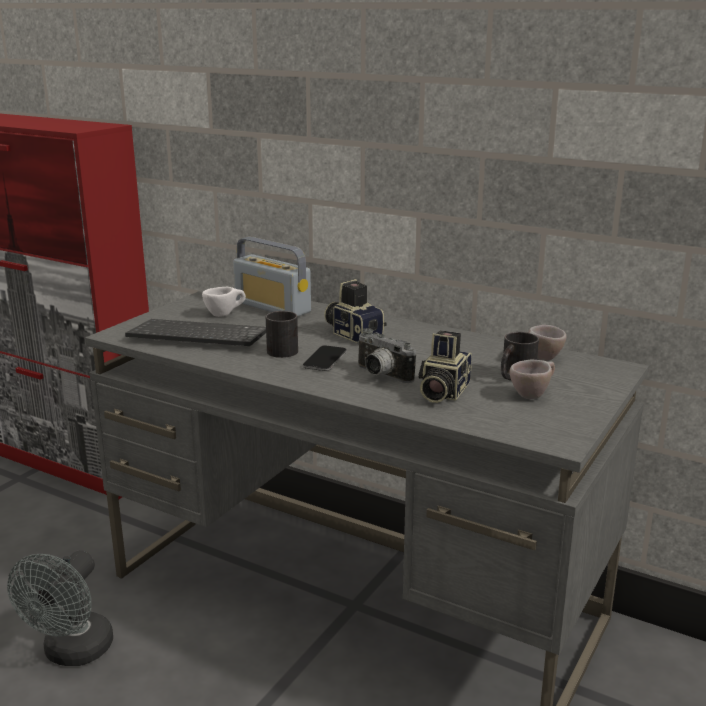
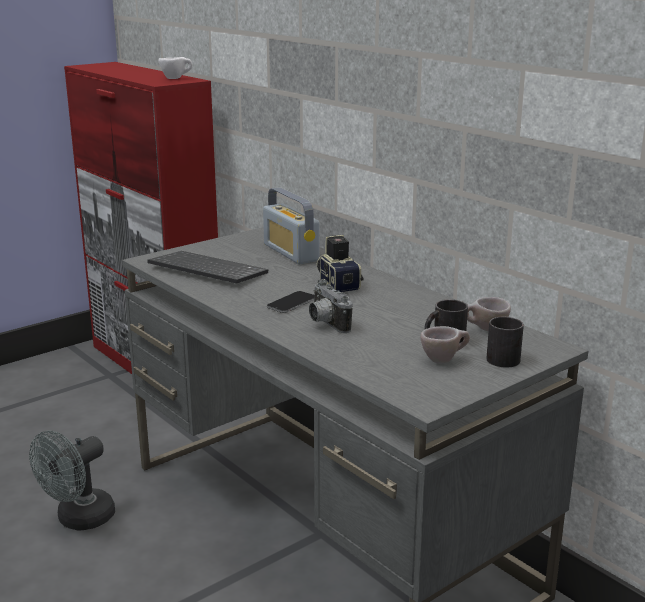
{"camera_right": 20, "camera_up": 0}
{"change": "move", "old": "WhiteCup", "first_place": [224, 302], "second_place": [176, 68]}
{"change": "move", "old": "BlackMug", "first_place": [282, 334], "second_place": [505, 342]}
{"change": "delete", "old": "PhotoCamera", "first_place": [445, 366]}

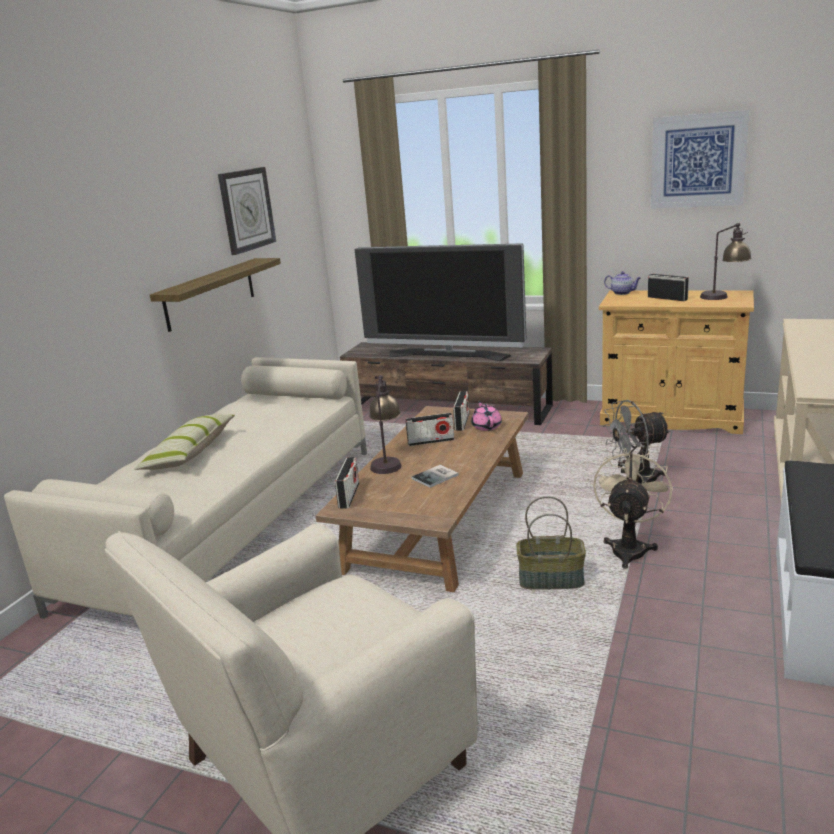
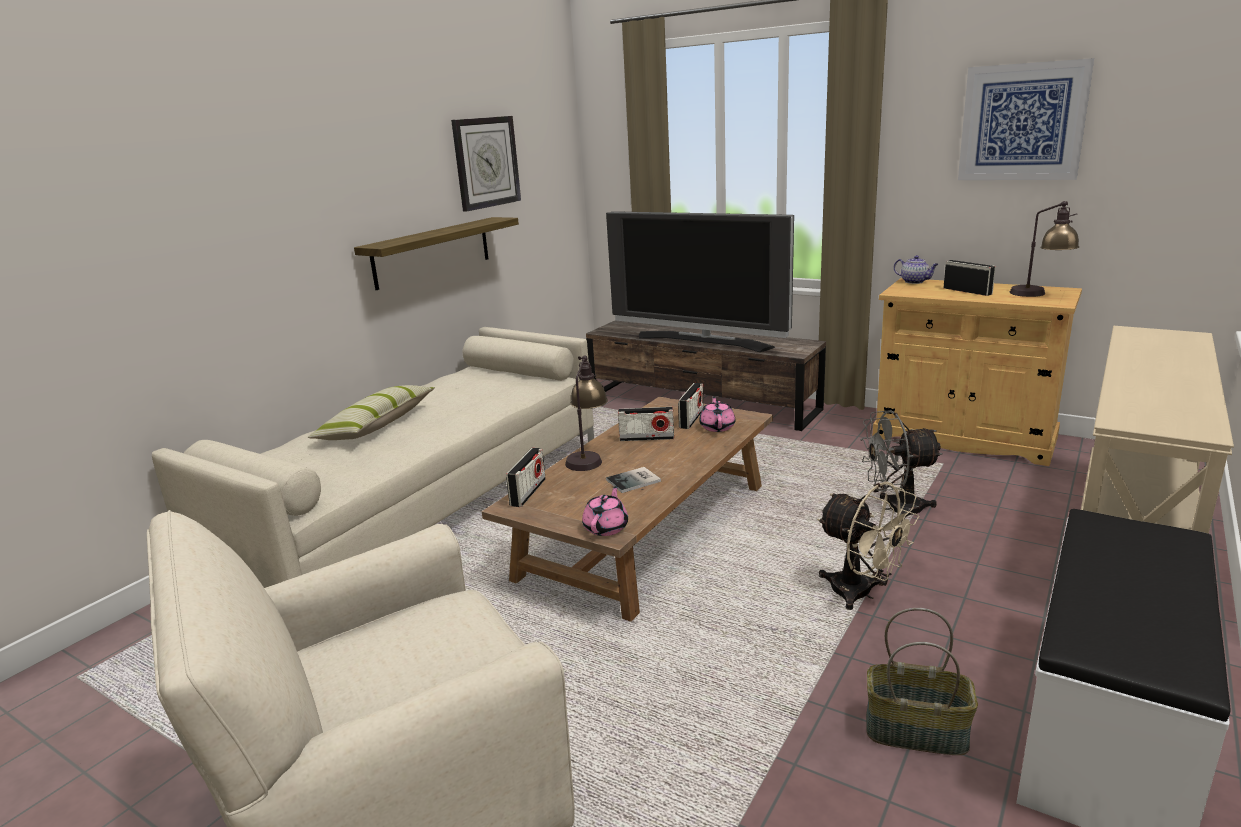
{"camera_right": 10, "camera_up": 0}
{"change": "move", "old": "Basket", "first_place": [551, 543], "second_place": [922, 681]}
{"change": "rotate", "old": "BeigeFan", "first_place": [633, 508], "second_place": [868, 546], "degrees": 105}
{"change": "insert", "new": "PinkTeapot", "second_place": [605, 510]}

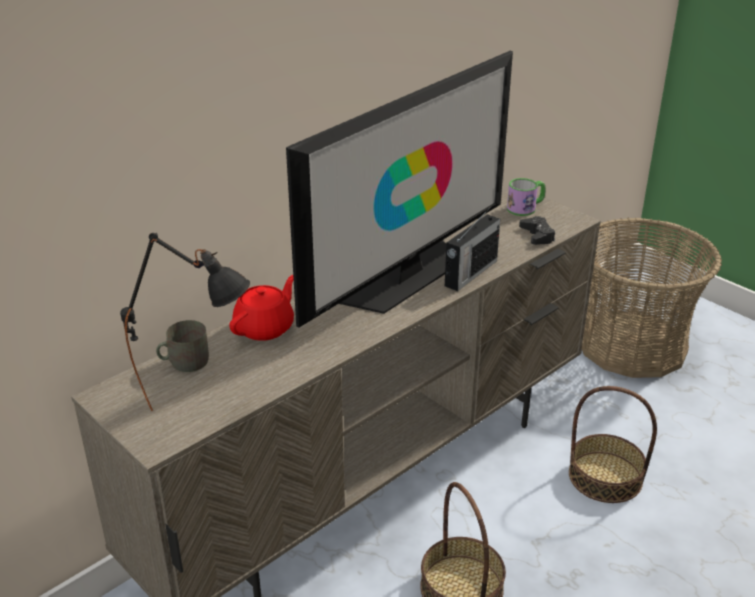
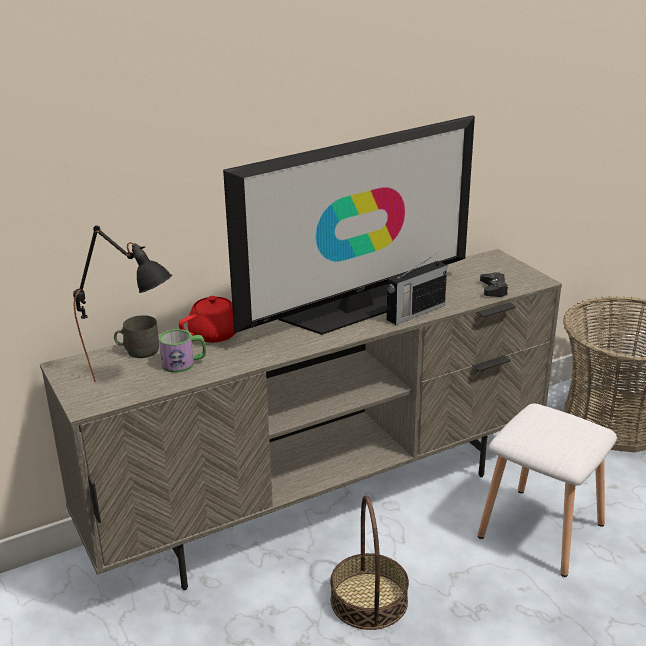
{"camera_right": 15, "camera_up": -5}
{"change": "move", "old": "Mug", "first_place": [526, 197], "second_place": [182, 351]}
{"change": "replace", "old": "Basket", "new": "WhiteStool", "first_place": [613, 444], "second_place": [547, 490]}

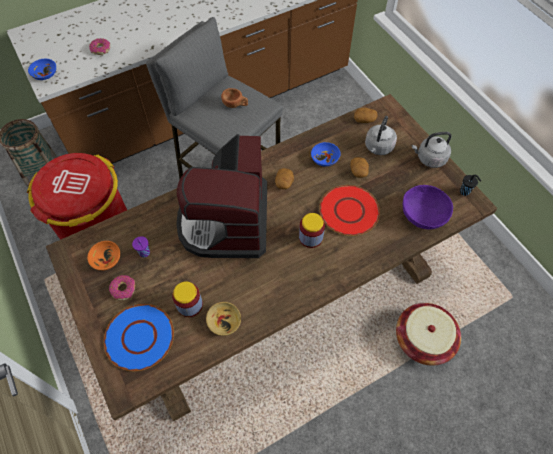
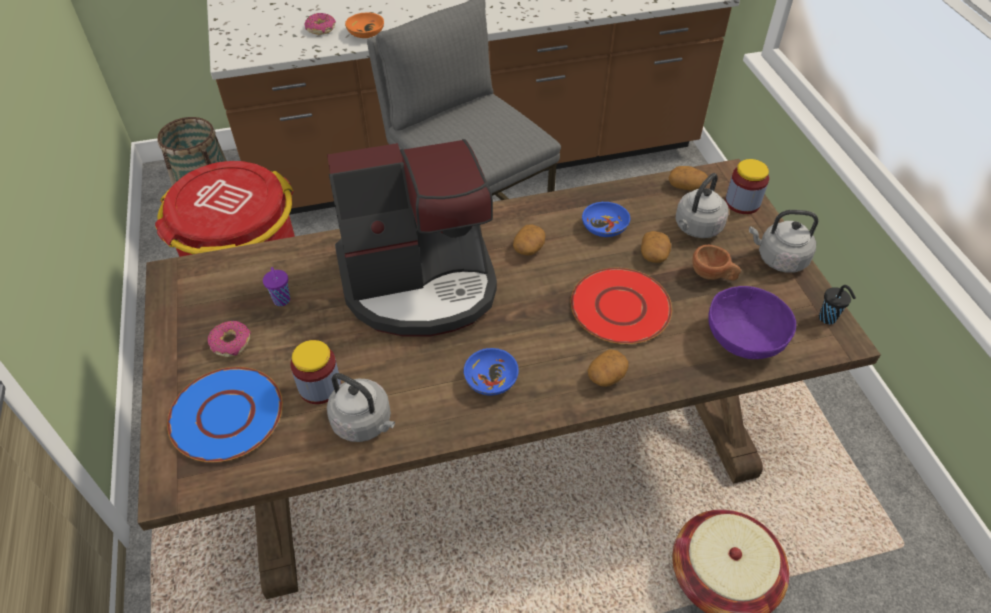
{"camera_right": 15, "camera_up": -10}
{"change": "move", "old": "BlueBowl", "first_place": [42, 69], "second_place": [491, 371]}
{"change": "move", "old": "OrangeBowl", "first_place": [103, 256], "second_place": [364, 25]}
{"change": "rotate", "old": "CoffeeMachine", "first_place": [221, 196], "second_place": [412, 237], "degrees": -120}
{"change": "replace", "old": "BeigeBowl", "new": "GreyKettle", "first_place": [223, 319], "second_place": [361, 407]}
{"change": "move", "old": "BrownCup", "first_place": [234, 98], "second_place": [716, 263]}
{"change": "move", "old": "Jar", "first_place": [312, 230], "second_place": [747, 186]}
{"change": "insert", "new": "Potato", "second_place": [608, 368]}

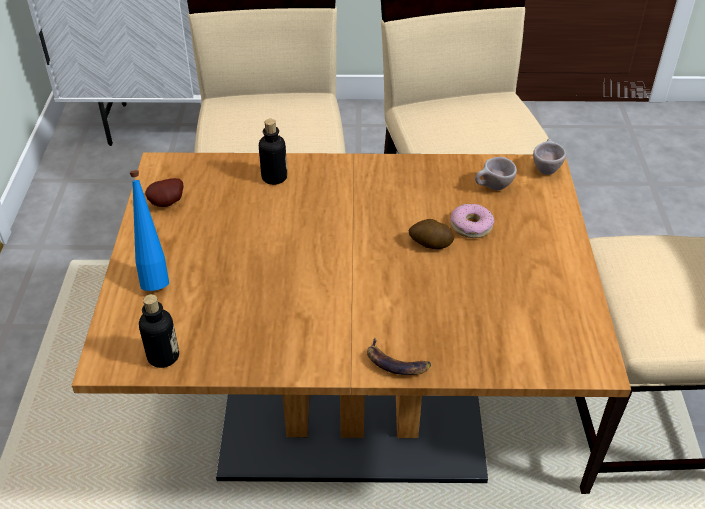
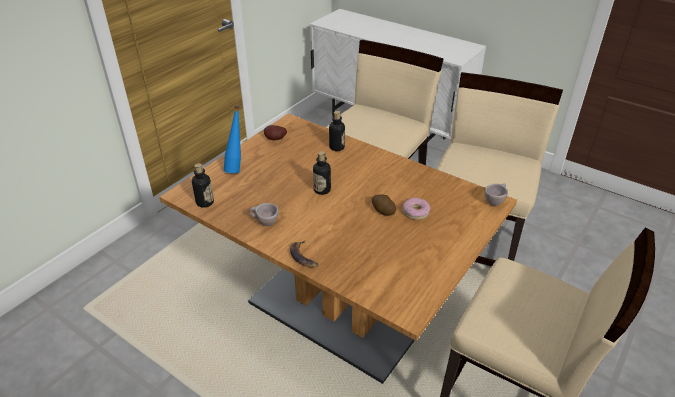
{"camera_right": 35, "camera_up": -5}
{"change": "move", "old": "BeigeCup", "first_place": [496, 173], "second_place": [264, 214]}
{"change": "insert", "new": "Bottle", "second_place": [322, 173]}

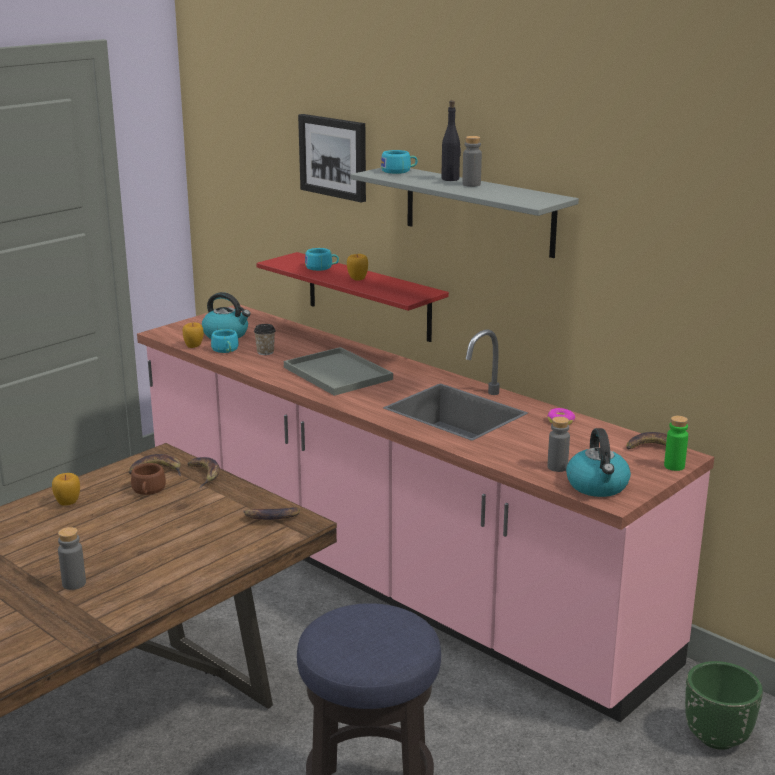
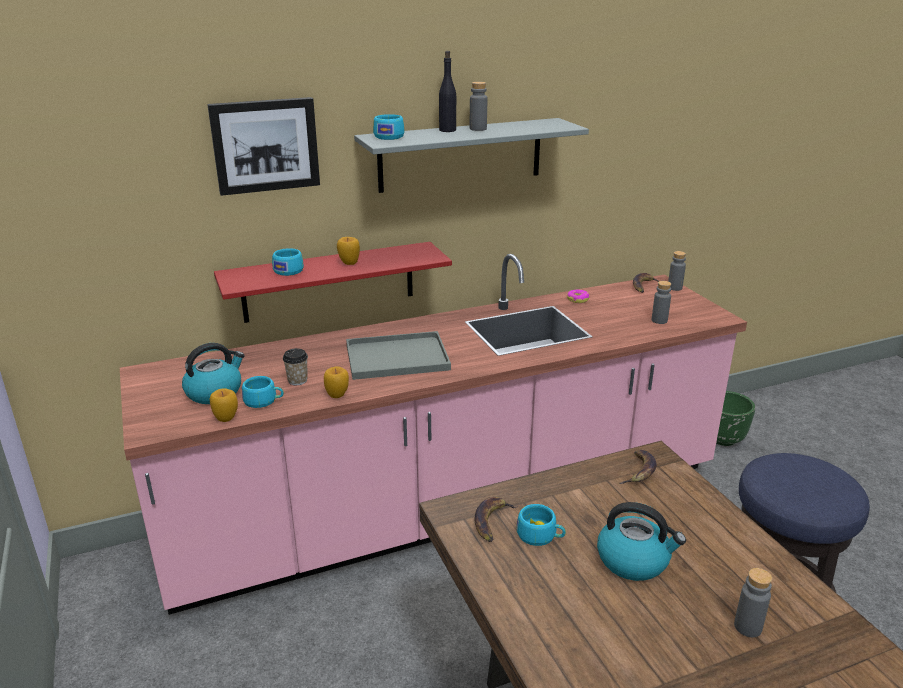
{"camera_right": -65, "camera_up": 5}
{"change": "move", "old": "Apple", "first_place": [66, 489], "second_place": [336, 382]}
{"change": "recolor", "old": "BrownCup", "new": "TurquoiseCup", "first_place": [148, 479], "second_place": [541, 525]}
{"change": "delete", "old": "Banana", "first_place": [204, 472]}
{"change": "move", "old": "Kettle", "first_place": [598, 462], "second_place": [641, 541]}
{"change": "recolor", "old": "GreenBottle", "new": "GreyBottle", "first_place": [676, 443], "second_place": [677, 271]}

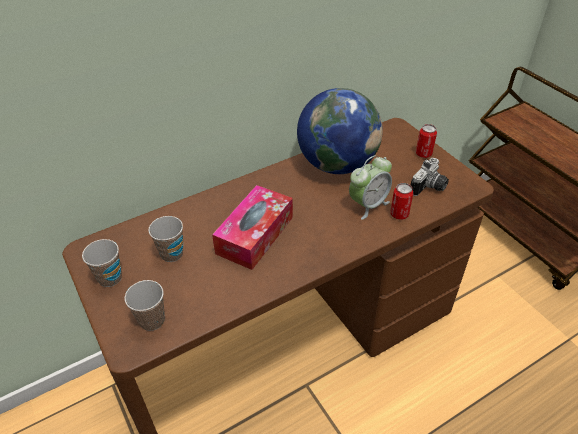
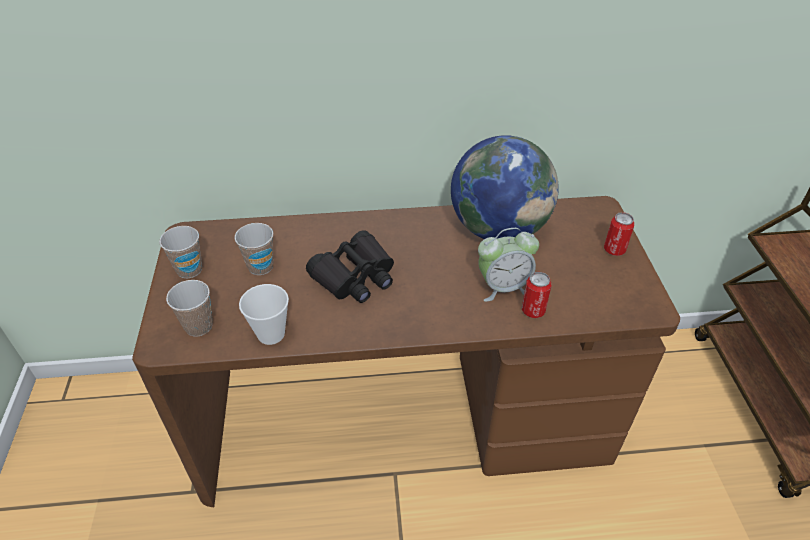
{"camera_right": 25, "camera_up": 0}
{"change": "replace", "old": "TissueBox", "new": "BlackBinoculars", "first_place": [252, 227], "second_place": [350, 266]}
{"change": "delete", "old": "PhotoCamera", "first_place": [430, 177]}
{"change": "insert", "new": "Cup", "second_place": [264, 314]}

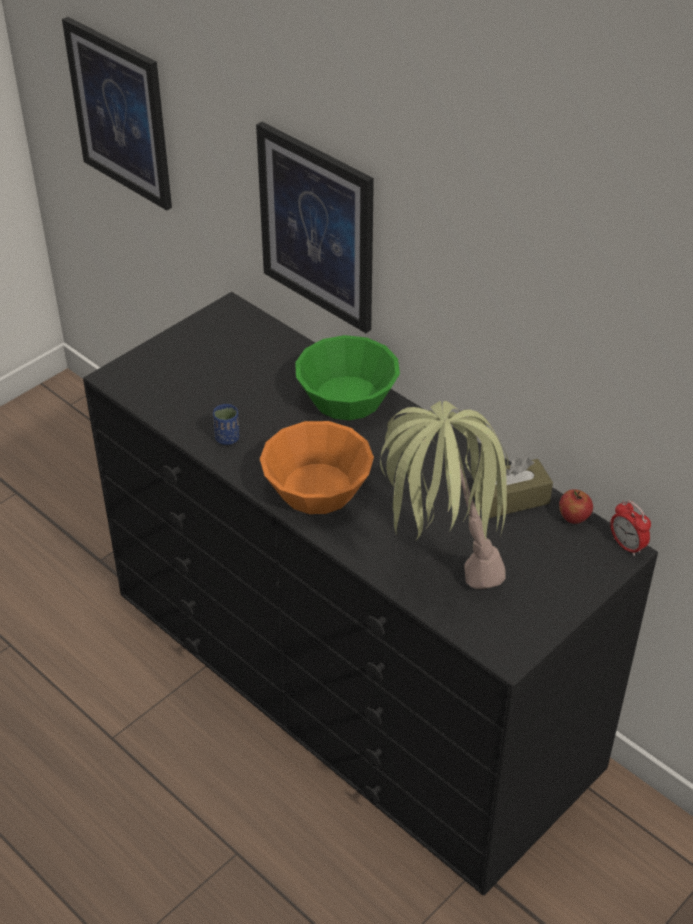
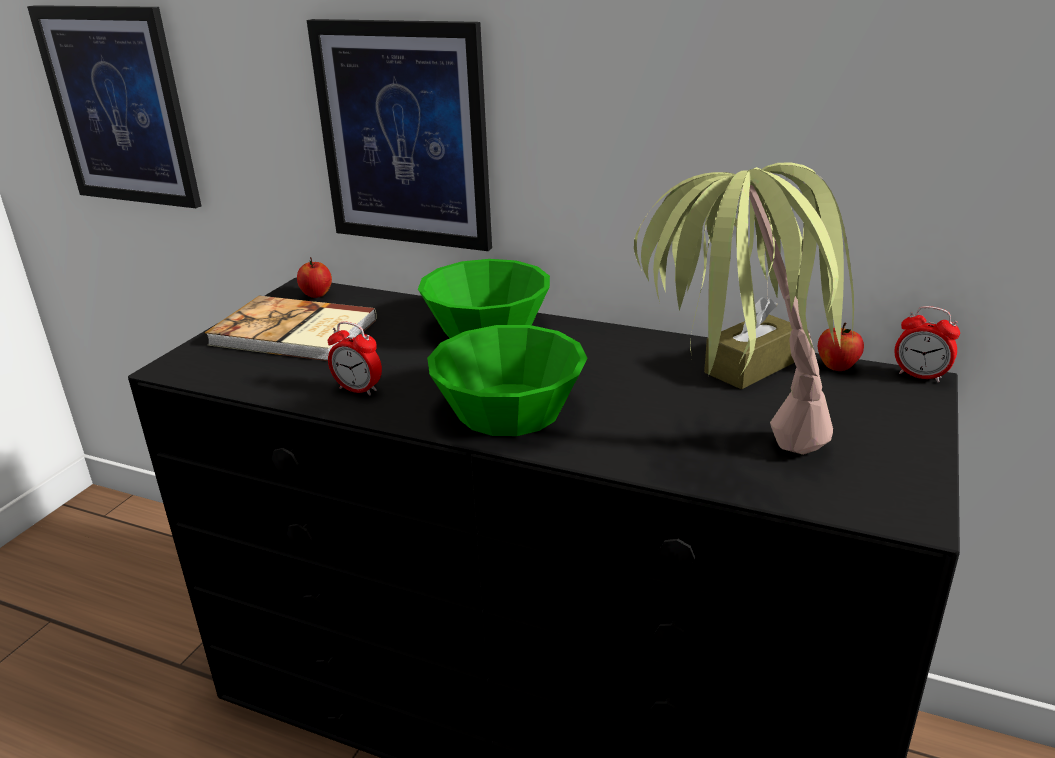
{"camera_right": -20, "camera_up": -15}
{"change": "replace", "old": "BlueCup", "new": "AlarmClock", "first_place": [226, 424], "second_place": [355, 359]}
{"change": "recolor", "old": "OrangeBowl", "new": "GreenBowl", "first_place": [317, 467], "second_place": [507, 380]}
{"change": "insert", "new": "Book", "second_place": [291, 328]}
{"change": "insert", "new": "Apple", "second_place": [314, 277]}

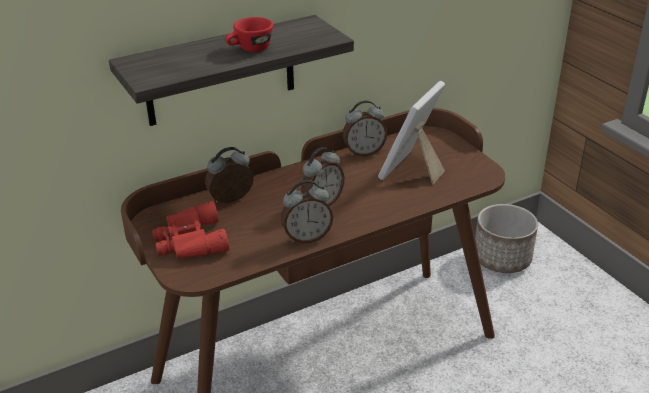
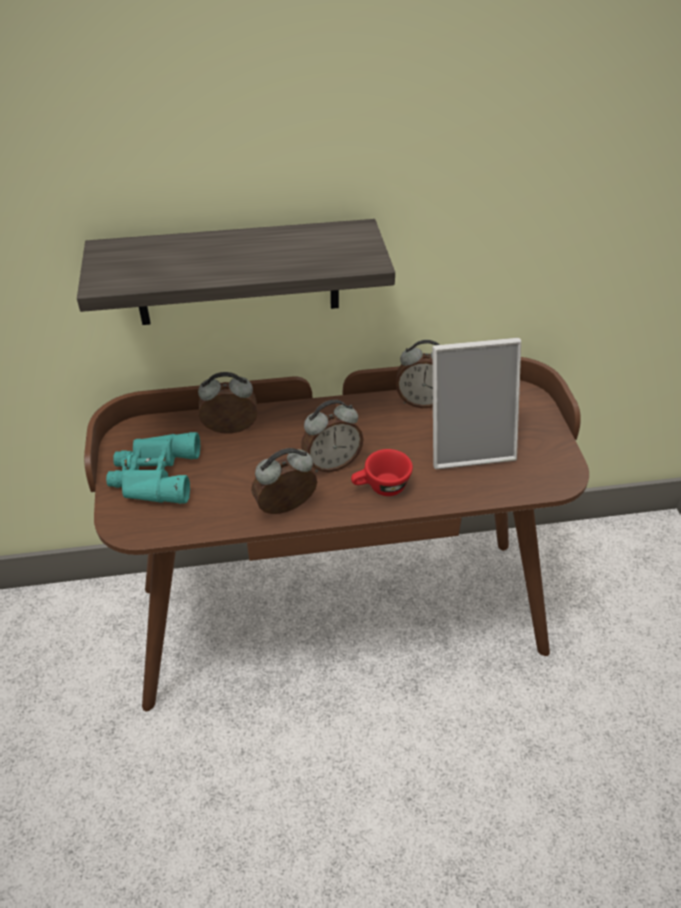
{"camera_right": 20, "camera_up": 10}
{"change": "recolor", "old": "RedBinoculars", "new": "TurquoiseBinoculars", "first_place": [190, 229], "second_place": [153, 468]}
{"change": "move", "old": "RedCup", "first_place": [249, 34], "second_place": [382, 472]}
{"change": "rotate", "old": "AlarmClock", "first_place": [307, 211], "second_place": [284, 481], "degrees": 150}
{"change": "rotate", "old": "PictureFrame", "first_place": [411, 133], "second_place": [476, 403], "degrees": -150}
{"change": "delete", "old": "Planter", "first_place": [506, 238]}

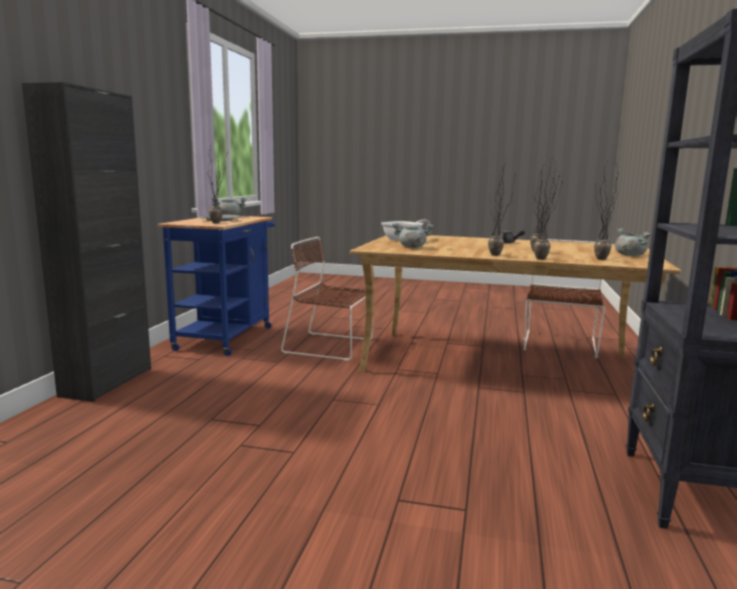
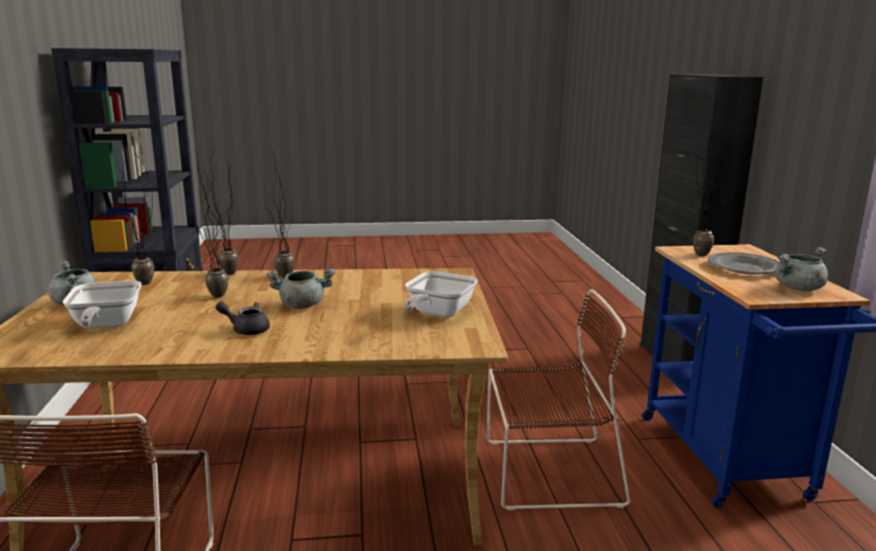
{"camera_right": 160, "camera_up": 5}
{"change": "move", "old": "GreyCookingPot", "first_place": [413, 235], "second_place": [301, 288]}
{"change": "insert", "new": "FryingPan", "second_place": [102, 305]}

